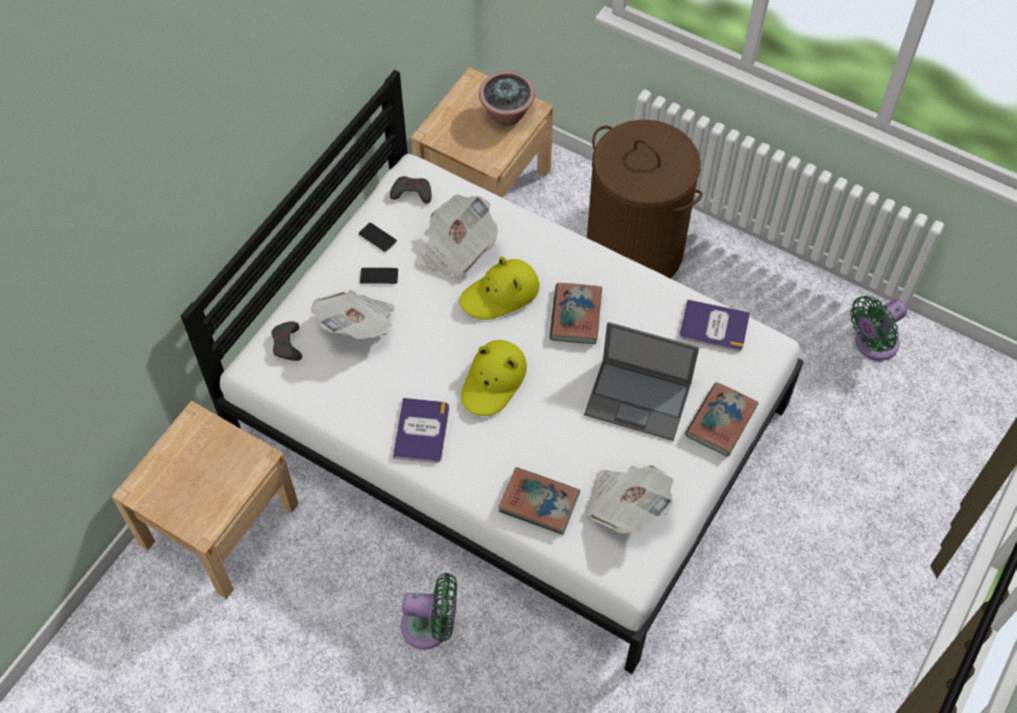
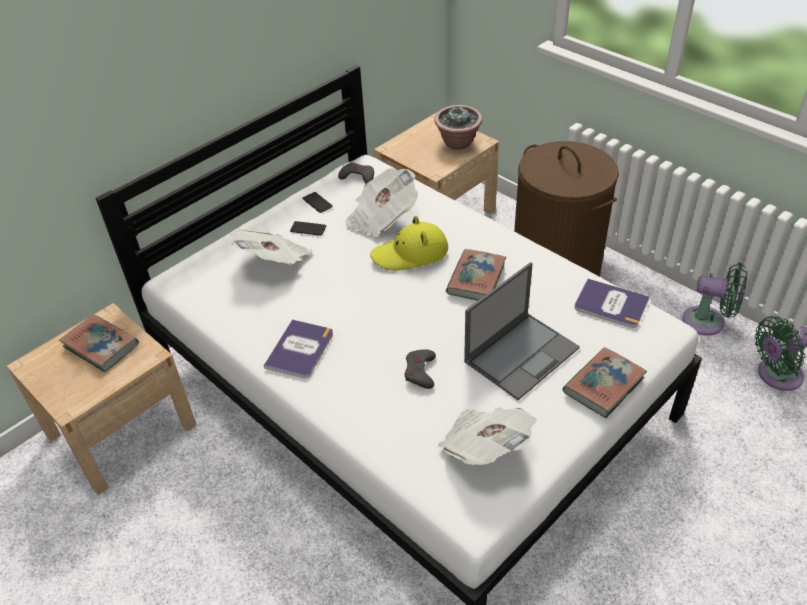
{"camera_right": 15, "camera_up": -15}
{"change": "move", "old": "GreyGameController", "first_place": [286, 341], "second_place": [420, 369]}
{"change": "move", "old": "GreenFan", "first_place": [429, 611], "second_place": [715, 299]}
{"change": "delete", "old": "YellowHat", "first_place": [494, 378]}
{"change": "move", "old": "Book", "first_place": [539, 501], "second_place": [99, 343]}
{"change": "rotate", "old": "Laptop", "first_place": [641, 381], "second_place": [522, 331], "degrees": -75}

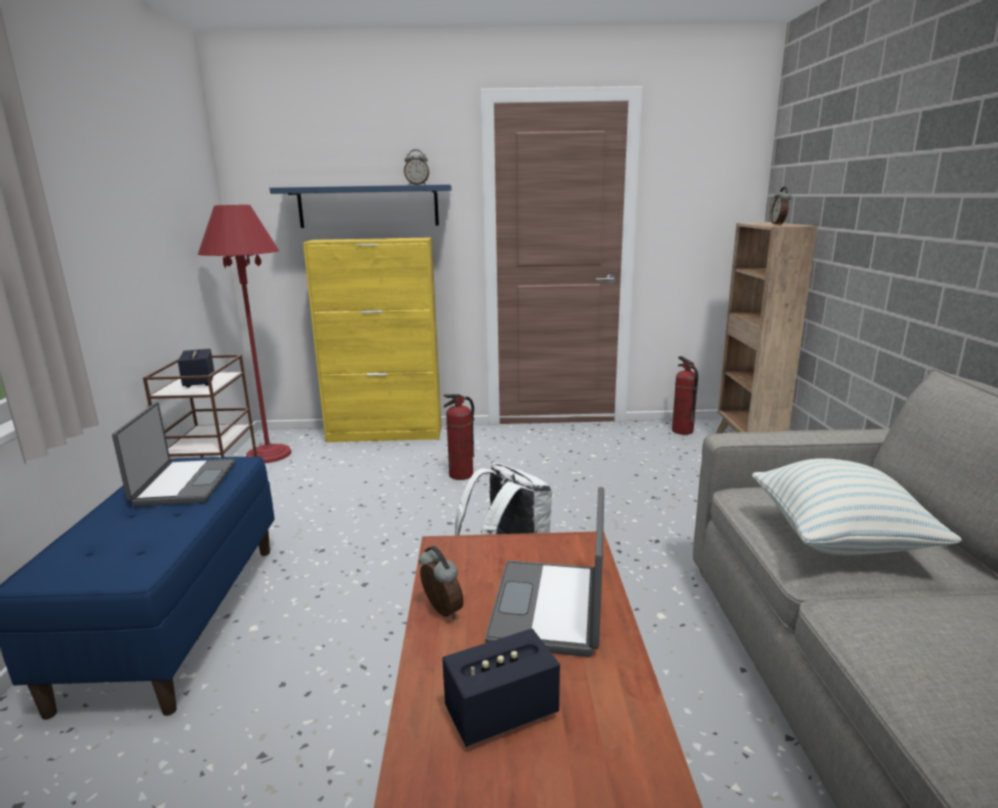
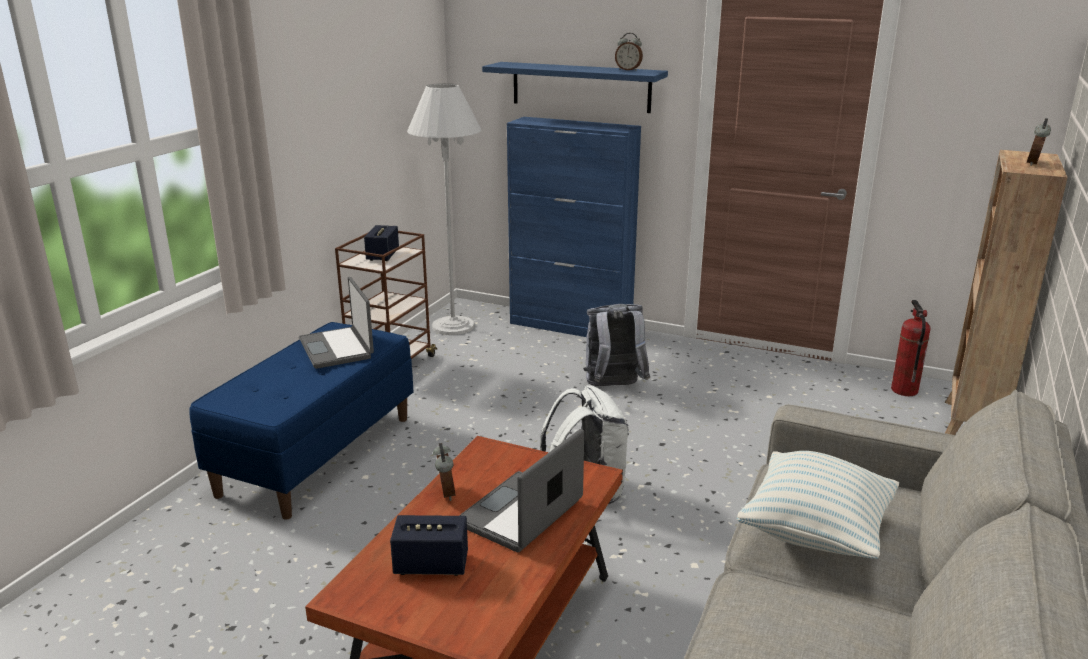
{"camera_right": 25, "camera_up": 5}
{"change": "rotate", "old": "Laptop", "first_place": [173, 454], "second_place": [336, 323], "degrees": 135}
{"change": "recolor", "old": "RedFloorLamp", "new": "WhiteFloorLamp", "first_place": [244, 334], "second_place": [444, 209]}
{"change": "recolor", "old": "YellowCabinet", "new": "BlueCabinet", "first_place": [372, 339], "second_place": [574, 227]}
{"change": "replace", "old": "FireExtinguisher", "new": "GreyBackpack", "first_place": [458, 437], "second_place": [616, 345]}

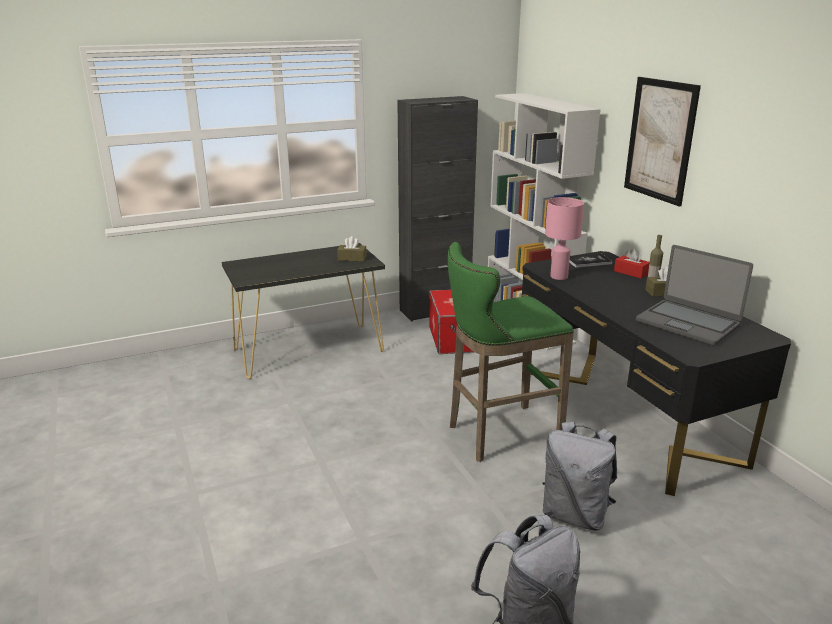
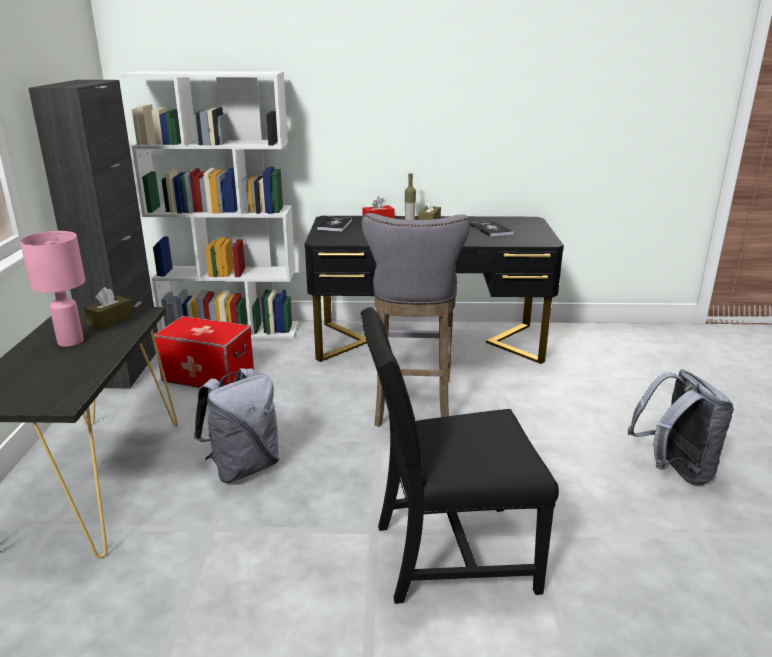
{"camera_right": -65, "camera_up": 0}
{"change": "recolor", "old": "GreenStool", "new": "GreyStool", "first_place": [511, 352], "second_place": [416, 320]}
{"change": "move", "old": "GreyBackpack", "first_place": [580, 476], "second_place": [237, 425]}
{"change": "move", "old": "PinkTableLamp", "first_place": [564, 238], "second_place": [52, 289]}
{"change": "delete", "old": "Picture", "first_place": [662, 142]}
{"change": "replace", "old": "Laptop", "new": "Book", "first_place": [694, 295], "second_place": [492, 229]}
{"change": "insert", "new": "BlackChair", "second_place": [460, 455]}

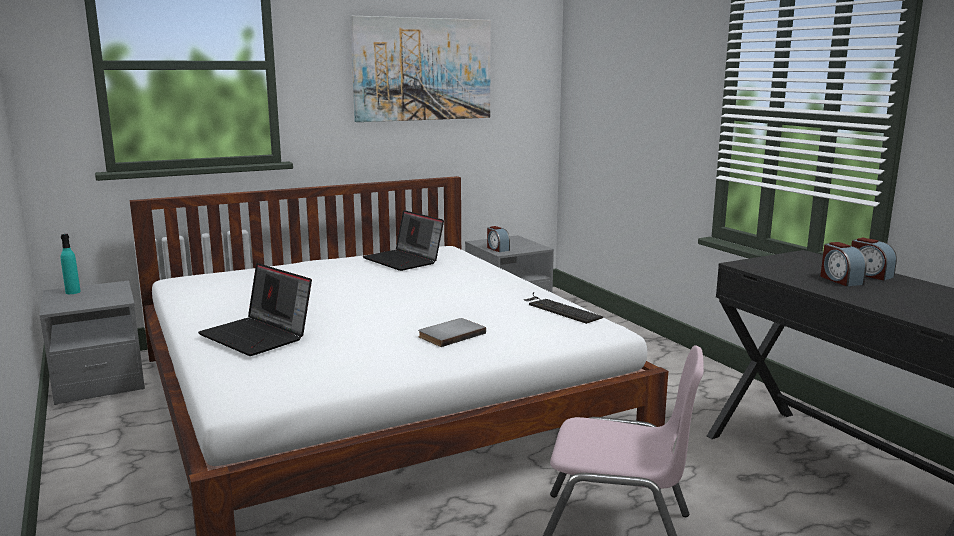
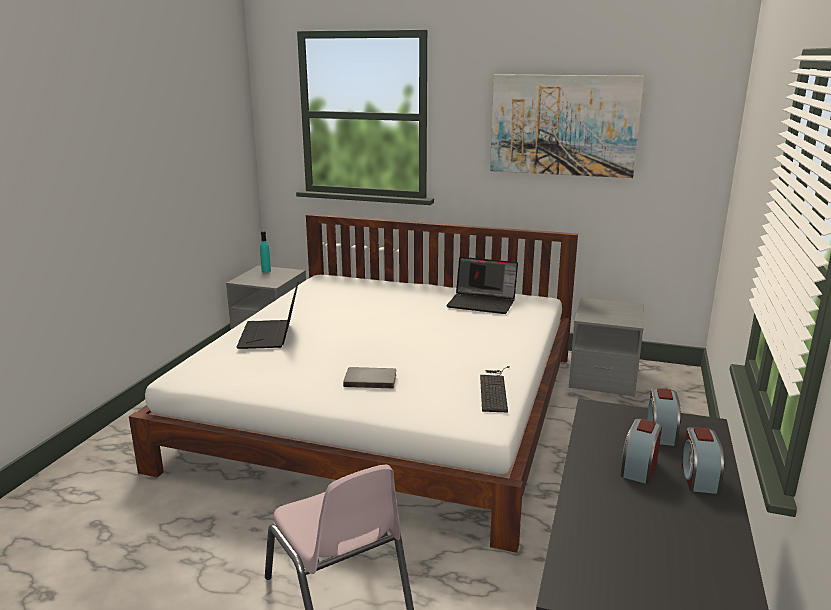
{"camera_right": 45, "camera_up": 5}
{"change": "rotate", "old": "Laptop", "first_place": [403, 240], "second_place": [482, 285], "degrees": -75}
{"change": "move", "old": "AlarmClock", "first_place": [498, 239], "second_place": [664, 417]}

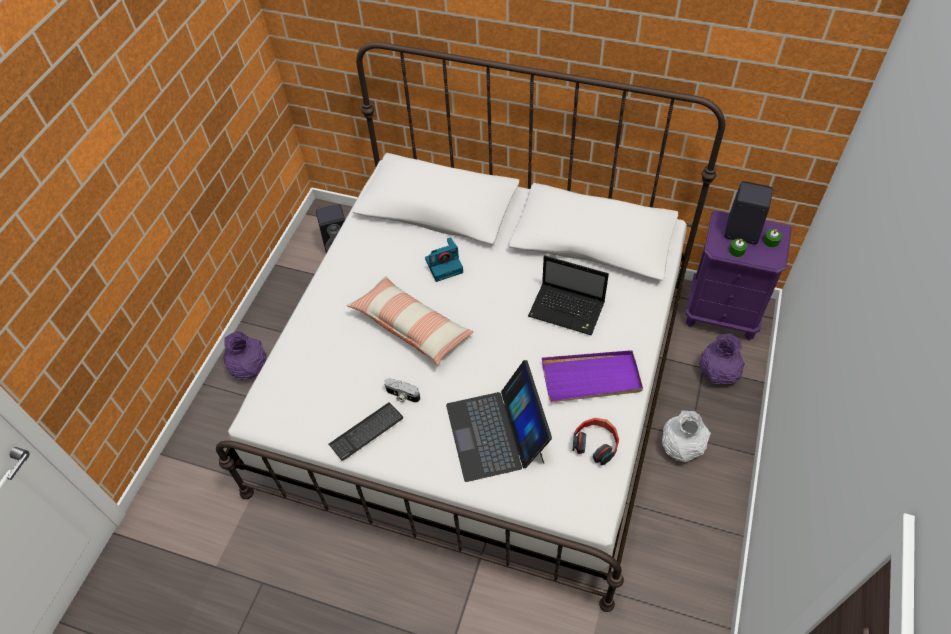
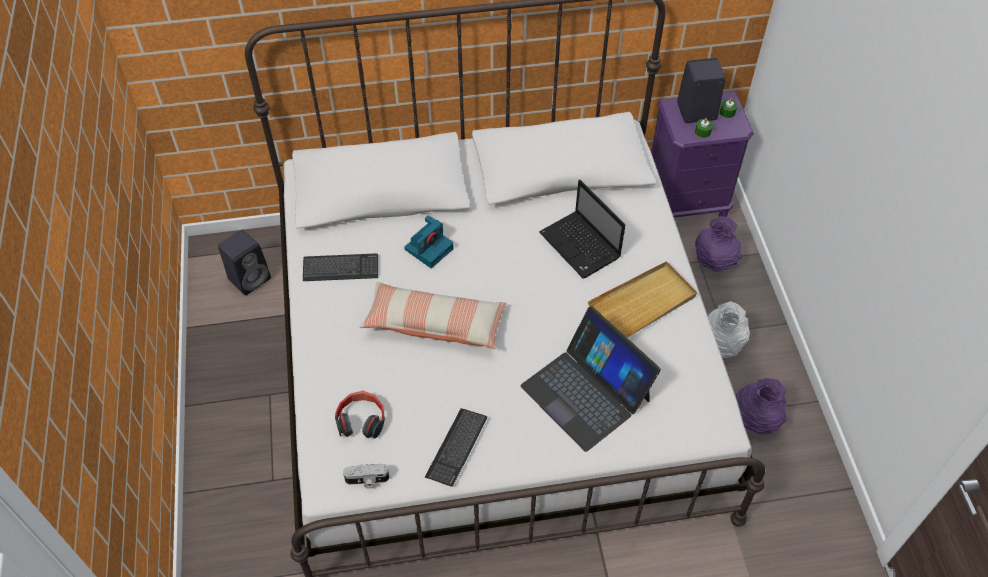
{"camera_right": -30, "camera_up": 0}
{"change": "move", "old": "PurpleVase", "first_place": [245, 355], "second_place": [761, 406]}
{"change": "move", "old": "PhotoCamera", "first_place": [402, 390], "second_place": [366, 476]}
{"change": "rotate", "old": "Laptop", "first_place": [568, 295], "second_place": [582, 229], "degrees": 60}
{"change": "recolor", "old": "PurpleTray", "new": "BeigeTray", "first_place": [592, 376], "second_place": [642, 299]}
{"change": "move", "old": "Headphones", "first_place": [596, 441], "second_place": [360, 414]}
{"change": "insert", "new": "Keyboard", "second_place": [340, 267]}

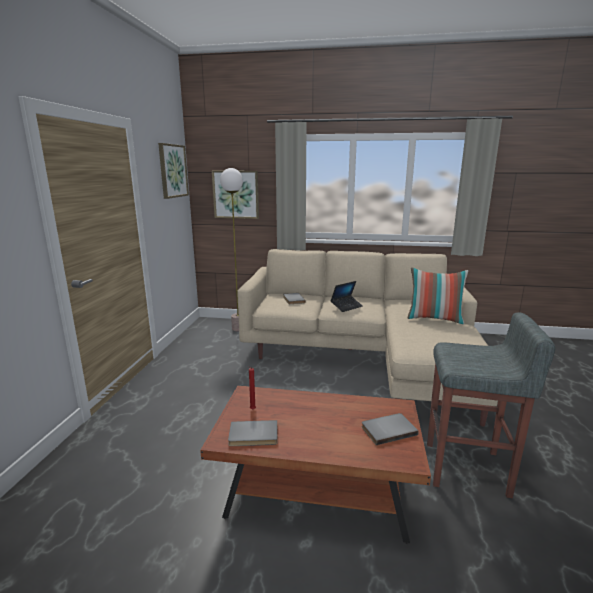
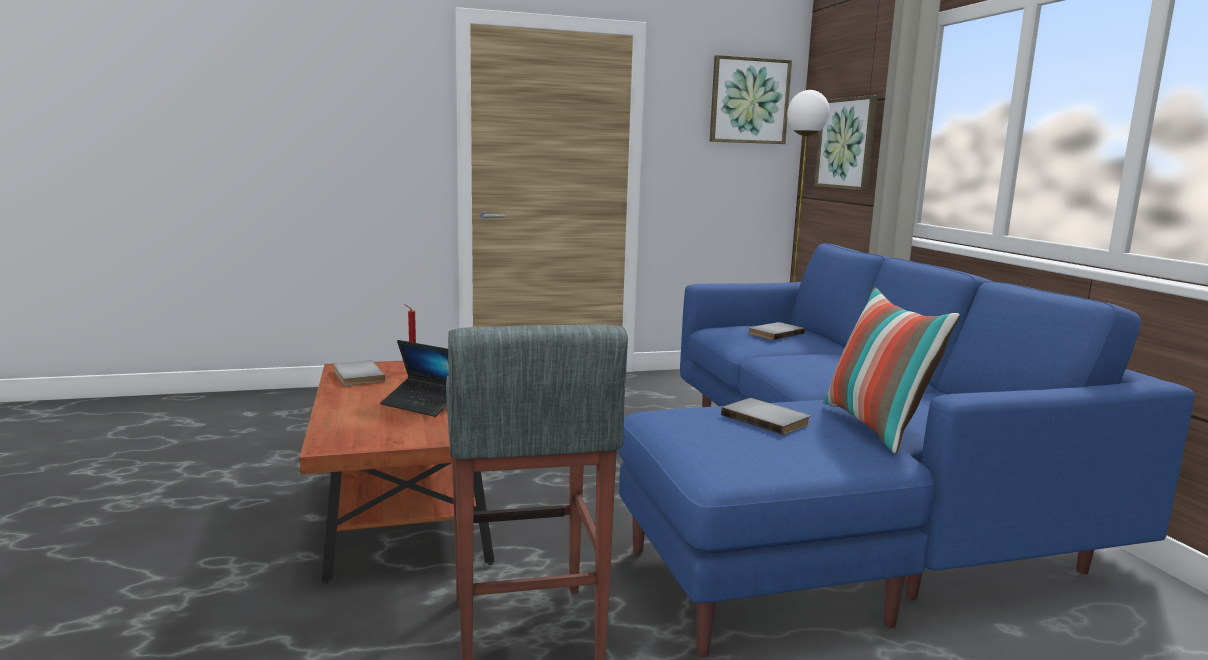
{"camera_right": 65, "camera_up": -5}
{"change": "recolor", "old": "BeigeSofa", "new": "BlueSofa", "first_place": [367, 338], "second_place": [906, 450]}
{"change": "move", "old": "Laptop", "first_place": [346, 296], "second_place": [414, 378]}
{"change": "move", "old": "GreyBook", "first_place": [390, 429], "second_place": [765, 416]}

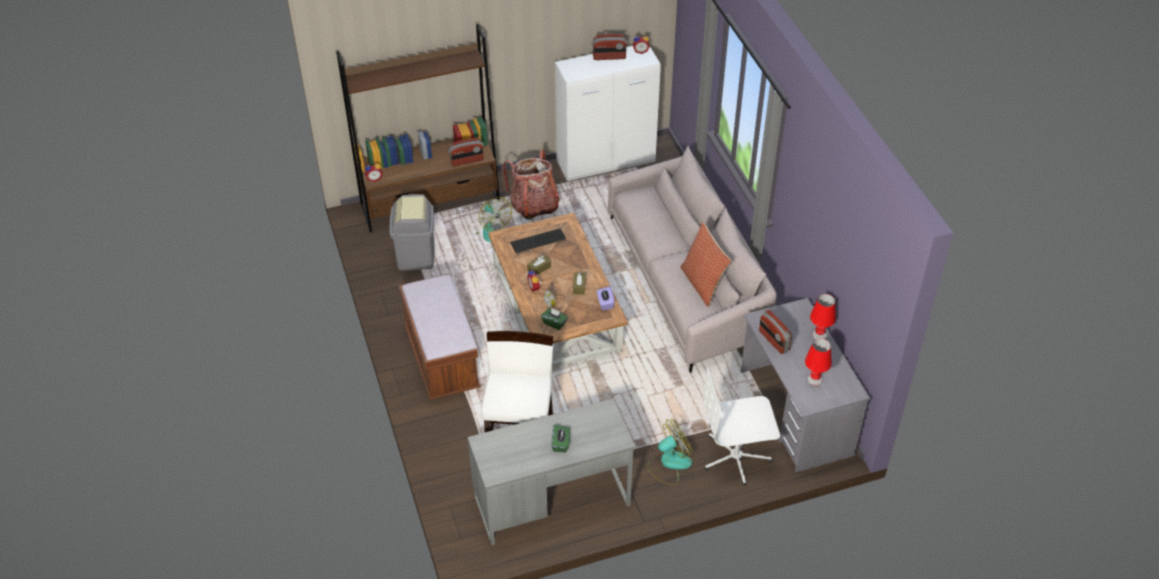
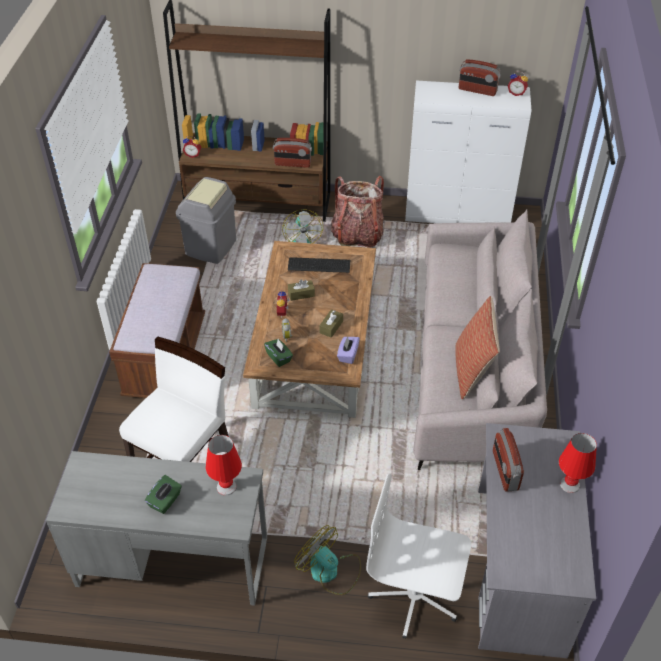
{"camera_right": 25, "camera_up": 0}
{"change": "rotate", "old": "Fan", "first_place": [669, 452], "second_place": [327, 560], "degrees": -135}
{"change": "move", "old": "RedTableLamp", "first_place": [818, 361], "second_place": [224, 465]}

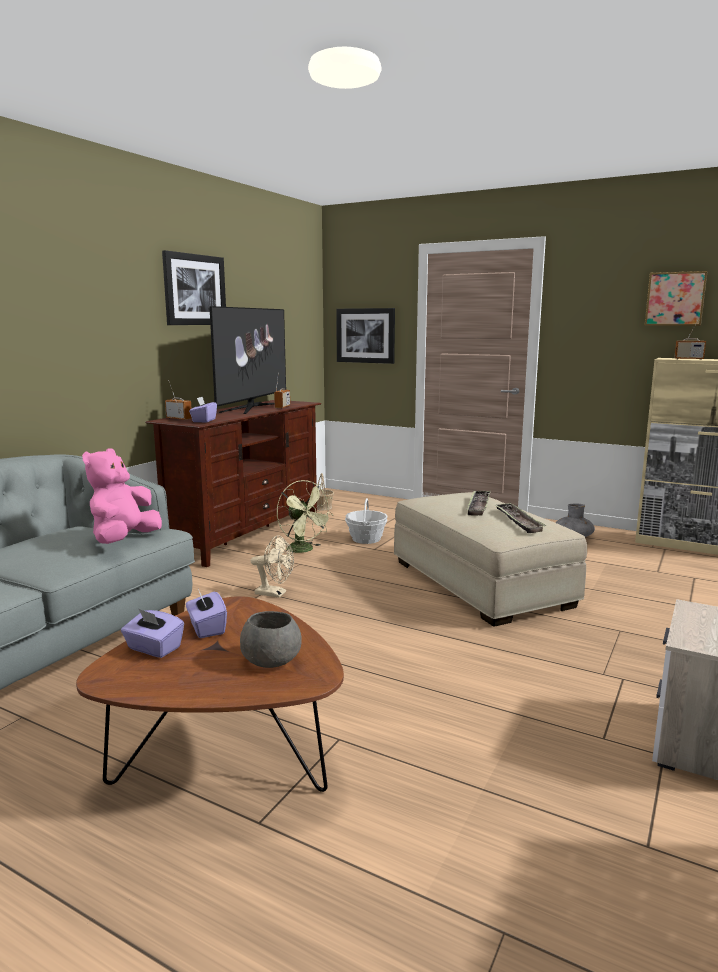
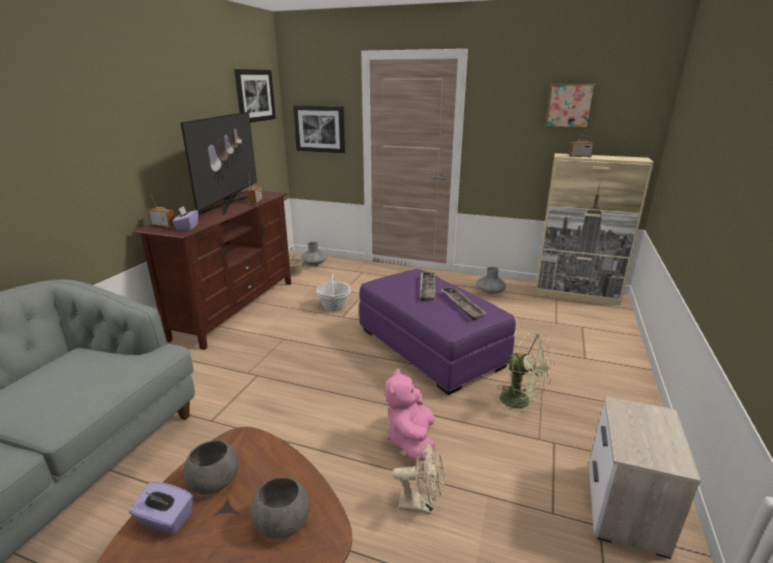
{"camera_right": -10, "camera_up": 10}
{"change": "move", "old": "PinkPlushToy", "first_place": [122, 496], "second_place": [410, 415]}
{"change": "move", "old": "Picture", "first_place": [194, 287], "second_place": [255, 96]}
{"change": "replace", "old": "PurpleTissueBox", "new": "GreyBowl", "first_place": [206, 613], "second_place": [211, 467]}
{"change": "move", "old": "BeigeFan", "first_place": [272, 566], "second_place": [418, 478]}
{"change": "move", "old": "GreenFan", "first_place": [305, 518], "second_place": [525, 374]}
{"change": "recolor", "old": "BeigeOttoman", "new": "PurpleOttoman", "first_place": [490, 559], "second_place": [437, 332]}
{"change": "insert", "new": "GreyVase", "second_place": [314, 253]}

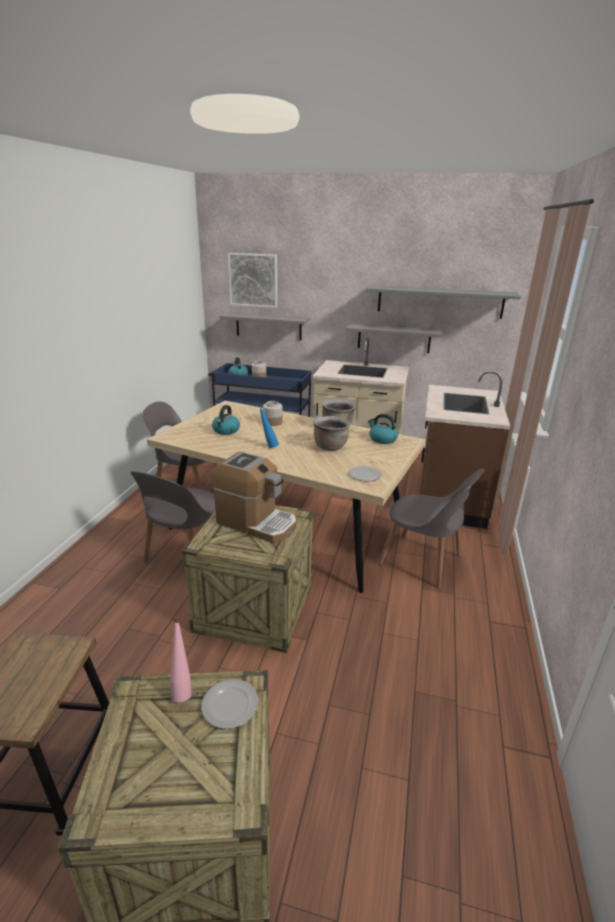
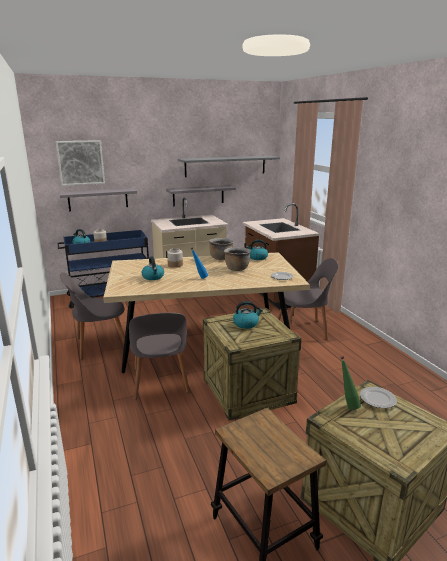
{"camera_right": -35, "camera_up": -5}
{"change": "recolor", "old": "PinkBottle", "new": "GreenBottle", "first_place": [180, 659], "second_place": [350, 383]}
{"change": "replace", "old": "CoffeeMachine", "new": "Kettle", "first_place": [254, 497], "second_place": [248, 315]}

